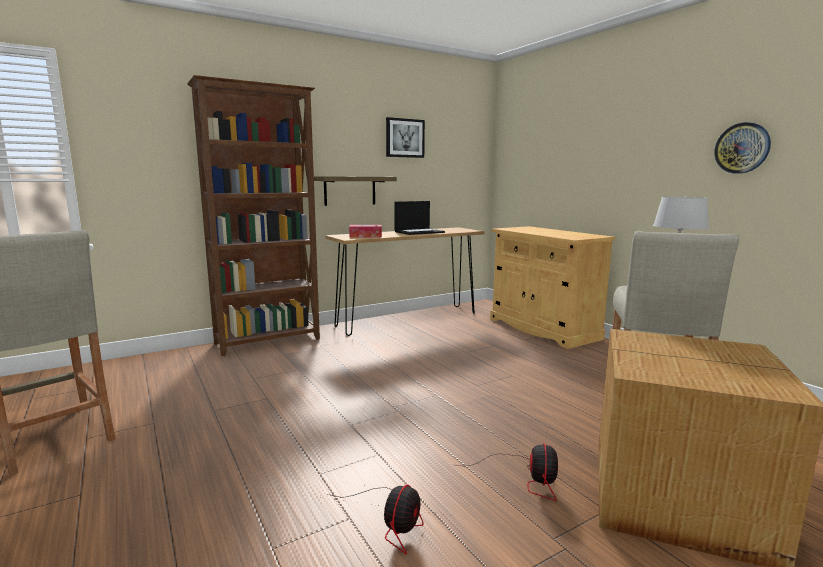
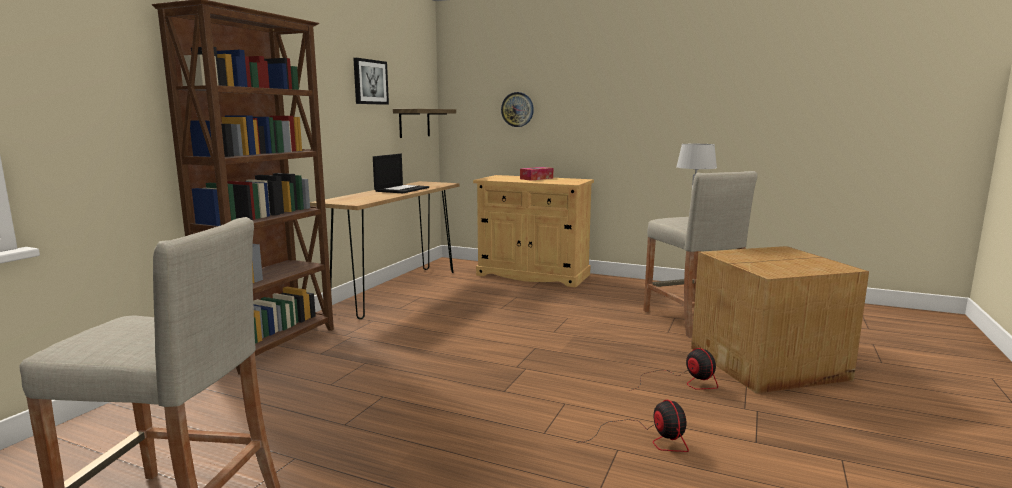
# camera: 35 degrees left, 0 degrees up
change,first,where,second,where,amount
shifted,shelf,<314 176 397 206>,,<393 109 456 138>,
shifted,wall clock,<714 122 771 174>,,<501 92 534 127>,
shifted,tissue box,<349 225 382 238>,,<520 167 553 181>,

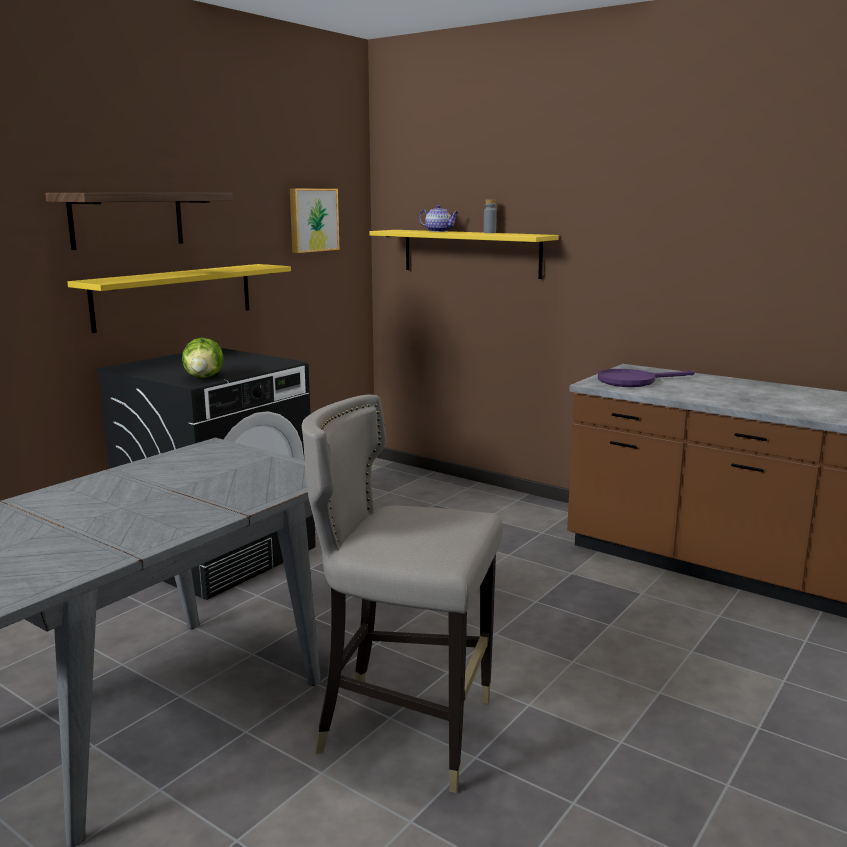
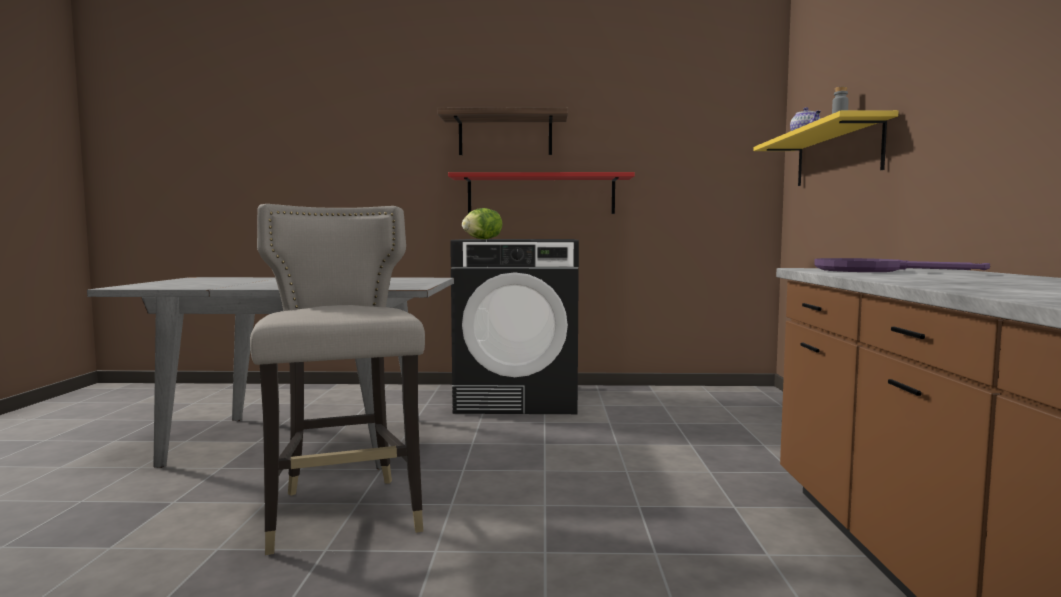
# camera: 55 degrees right, 10 degrees down
change,first,where,second,where,amount
repainted,yellow shelf,<68 264 291 333>,red shelf,<448 172 635 214>,
gone,picture,<290 189 339 253>,,,

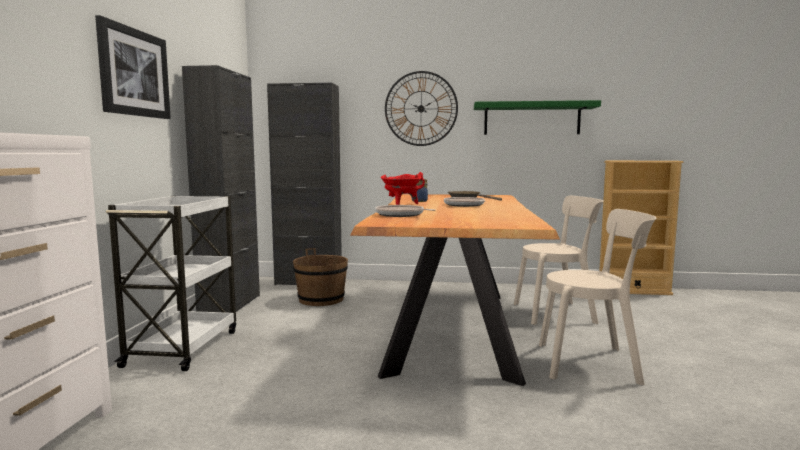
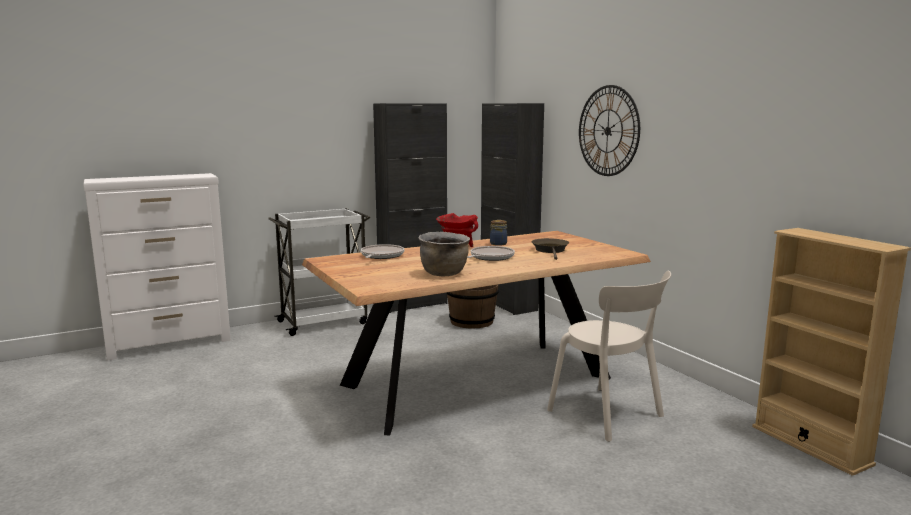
# camera: 55 degrees right, 5 degrees up
change,first,where,second,where,amount
new,,,brown cooking pot,<419 232 470 276>,
gone,picture,<95 15 171 119>,,,
gone,green shelf,<474 100 601 135>,,,
gone,beige chair,<539 209 657 385>,,,

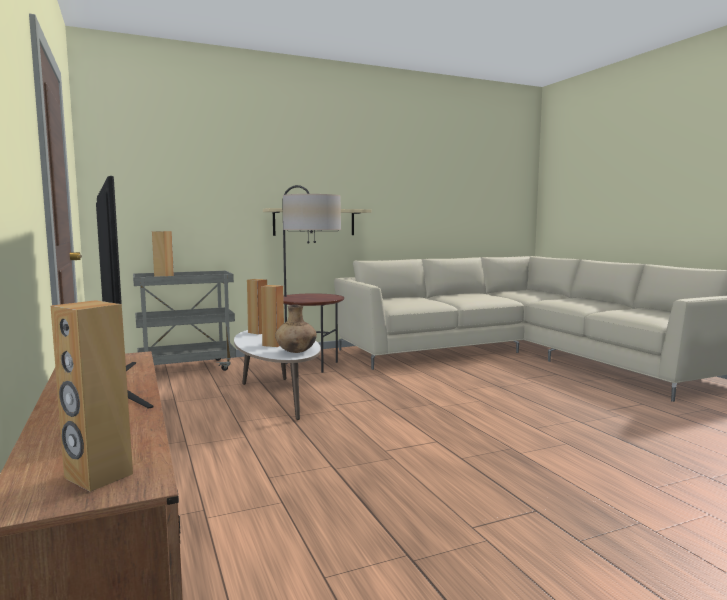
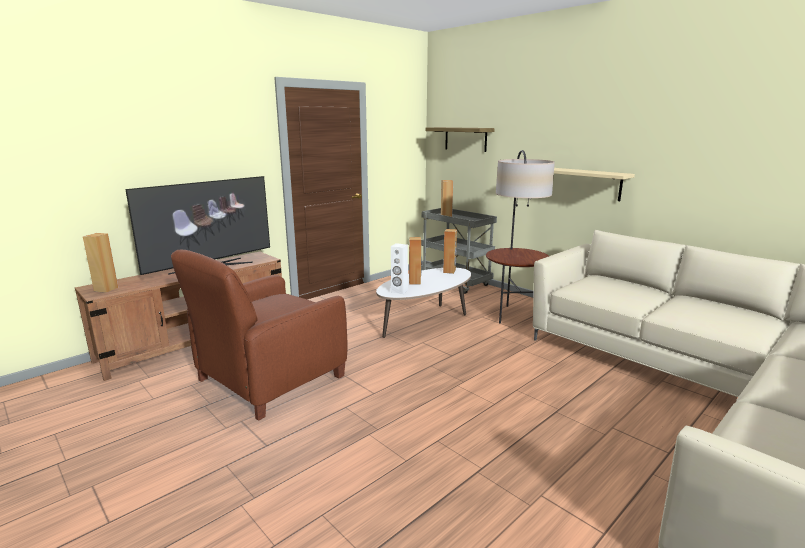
# camera: 70 degrees right, 10 degrees up
change,first,where,second,where,amount
new,,,brown armchair,<171 250 348 421>,
swapped,brown vase,<275 305 317 353>,white speaker,<391 243 408 294>,
new,,,shelf,<426 127 495 152>,

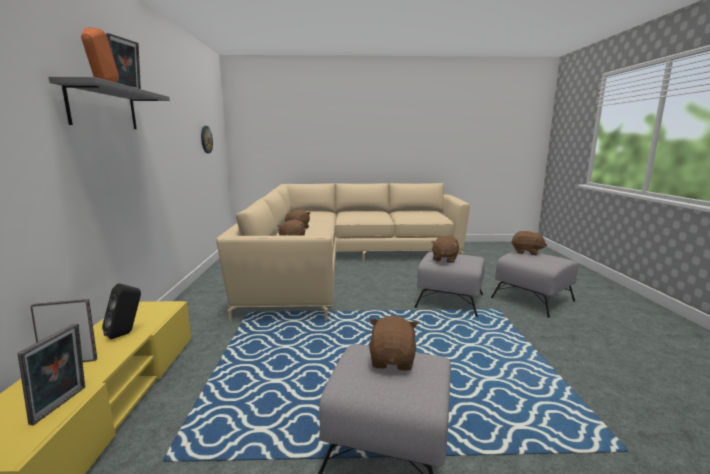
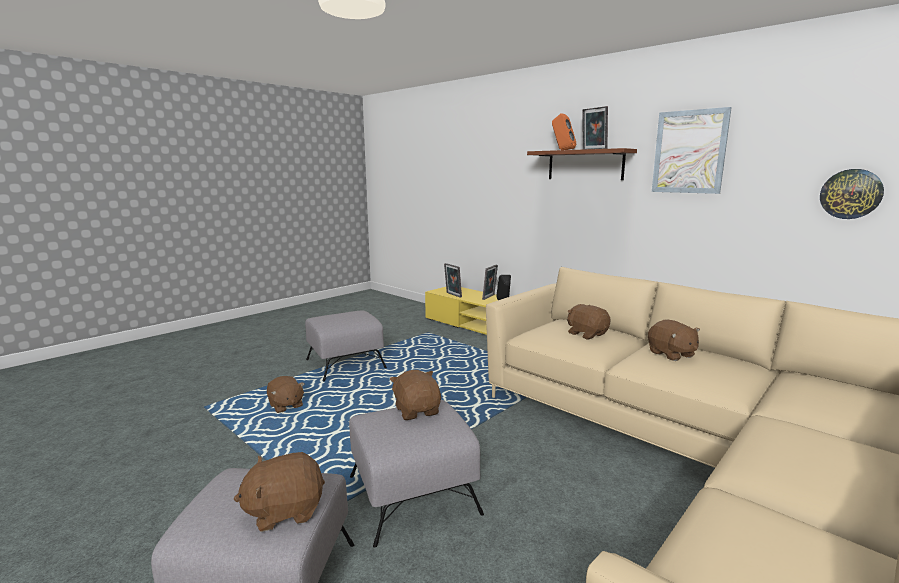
# camera: 135 degrees right, 0 degrees up
change,first,where,second,where,amount
shifted,brown plush toy,<369 316 418 371>,,<267 376 305 413>,
repainted,grey shelf,<49 77 170 129>,brown shelf,<527 148 637 180>,
new,,,picture,<652 107 732 194>,

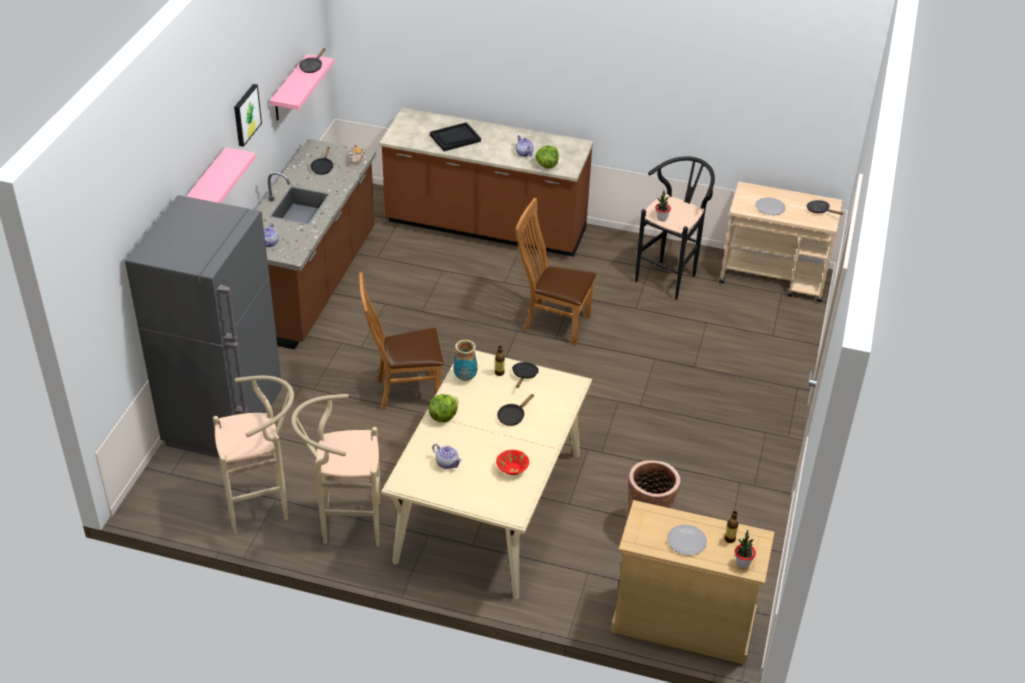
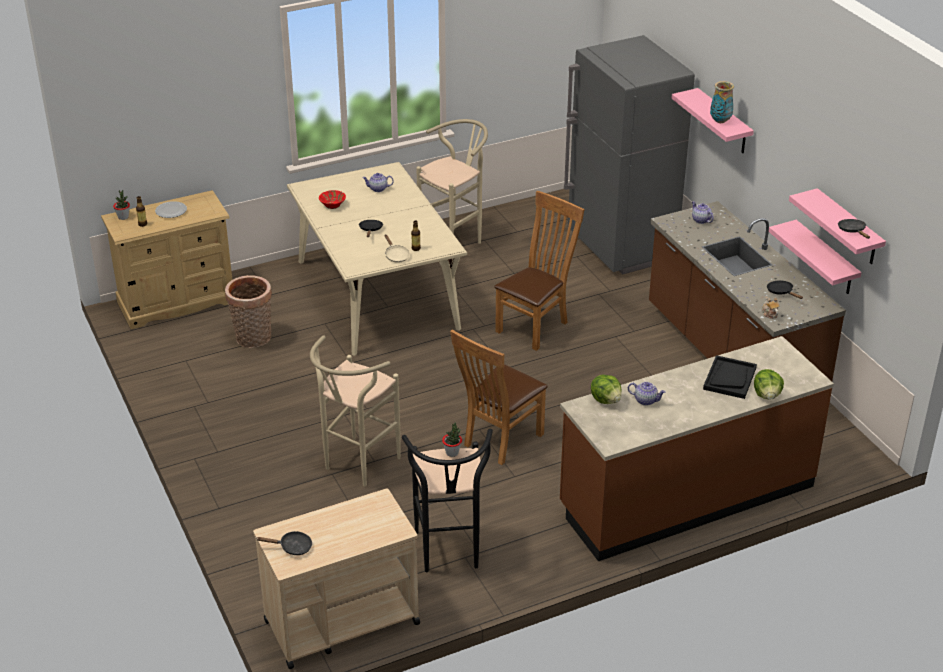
# camera: 140 degrees right, 5 degrees down
change,first,where,second,where,amount
shifted,beige stool,<213 376 294 534>,,<310 335 400 487>,
repainted,black frying pan,<512 362 539 388>,beige frying pan,<385 234 410 263>,
rotated,brown chair,<515 198 596 346>,,<450 330 548 465>,150 degrees clockwise
shifted,vase,<453 340 477 381>,,<710 81 734 123>,
shifted,lettuce,<428 394 458 422>,,<754 369 784 400>,
new,,,pink shelf,<768 220 861 294>,
gone,picture,<234 84 262 147>,,,
gone,plate,<755 197 786 215>,,,

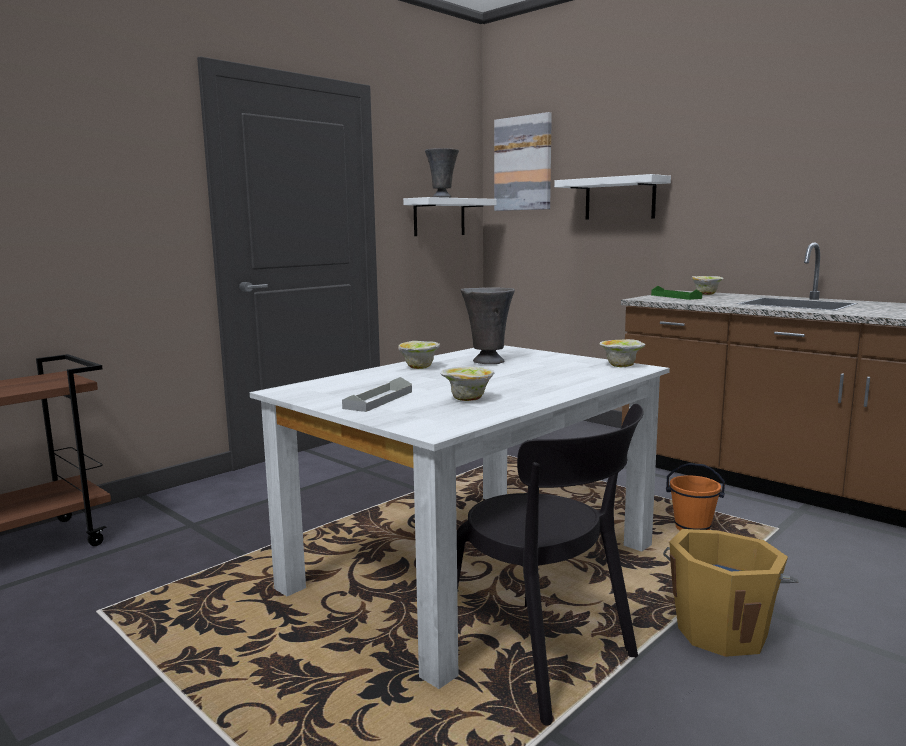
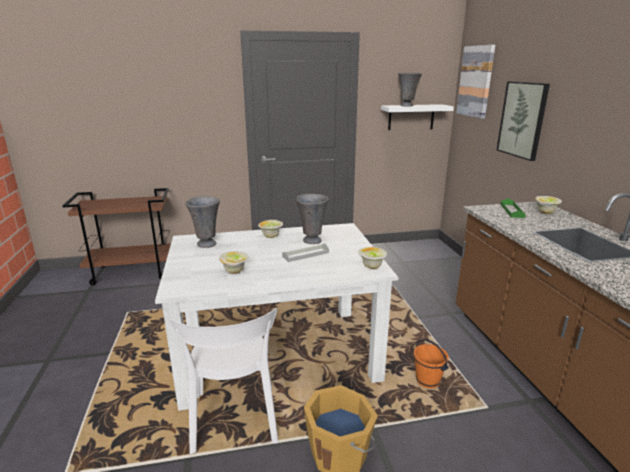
# camera: 35 degrees right, 10 degrees up
change,first,where,second,where,amount
repainted,black chair,<457 404 644 726>,white chair,<167 308 278 454>,
new,,,grey vase,<185 196 220 248>,
shifted,grey tray,<342 377 412 412>,,<282 243 329 262>,
swapped,white shelf,<554 174 671 220>,picture,<497 81 550 161>,

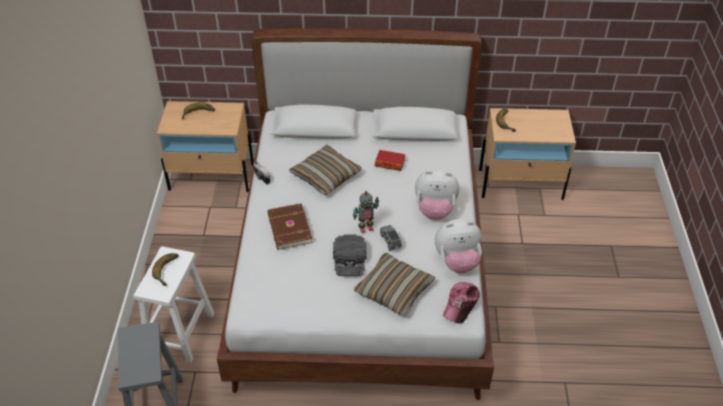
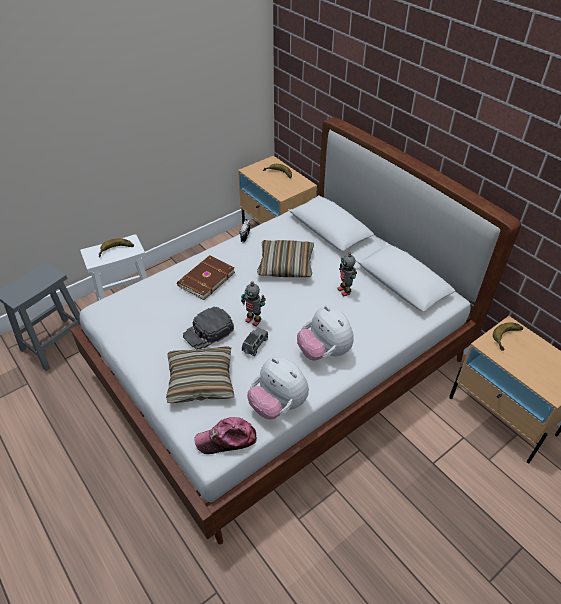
# camera: 50 degrees right, 0 degrees up
change,first,where,second,where,amount
swapped,book,<375 150 405 171>,toy robot,<337 252 357 297>,

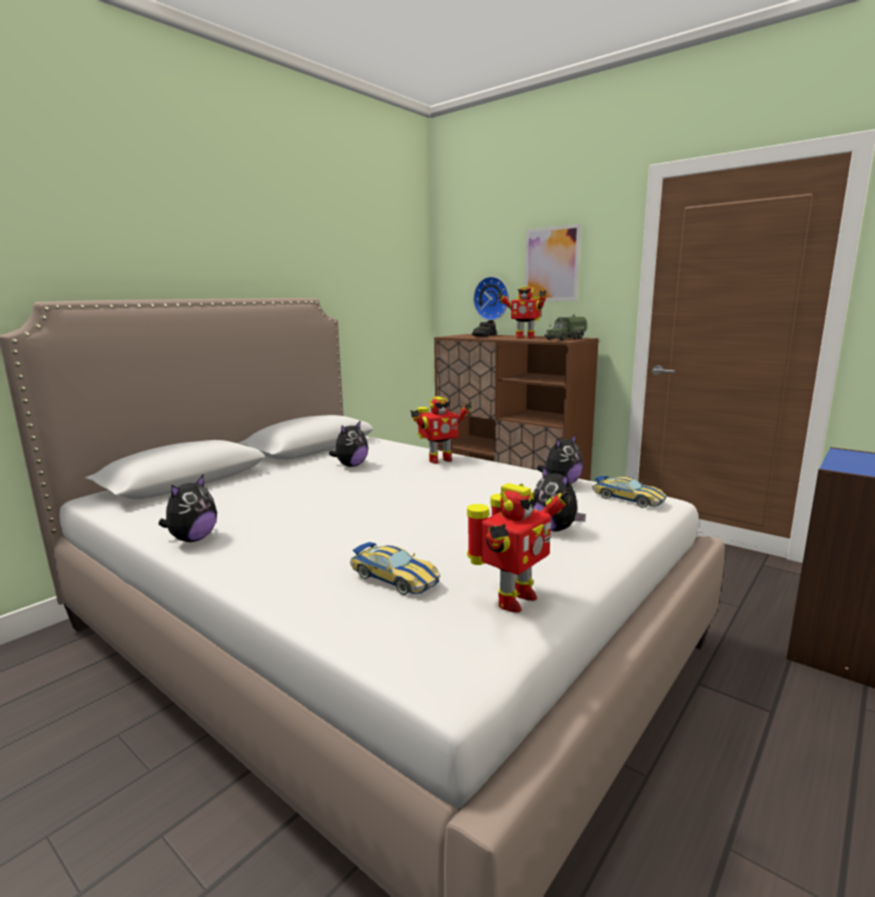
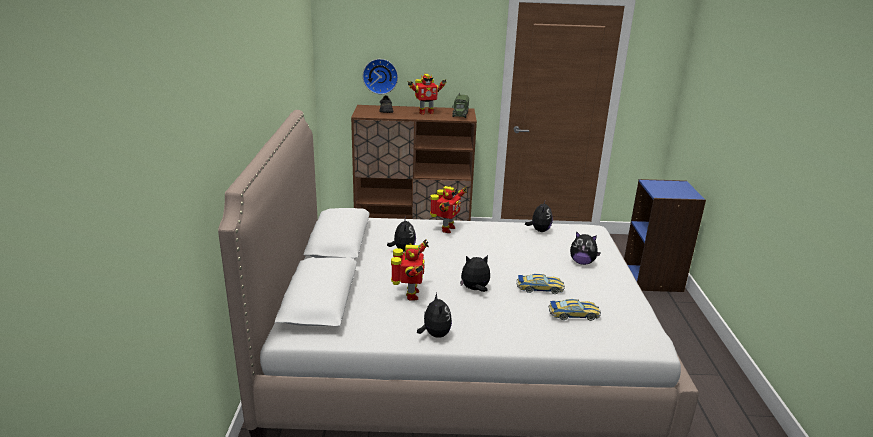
# camera: 40 degrees left, 10 degrees up
change,first,where,second,where,amount
shifted,toy robot,<467 483 570 613>,,<391 239 429 301>,
new,,,plush toy,<460 255 490 292>,
shifted,toy car,<592 476 666 508>,,<517 274 565 294>,
gone,picture,<525 224 581 301>,,,

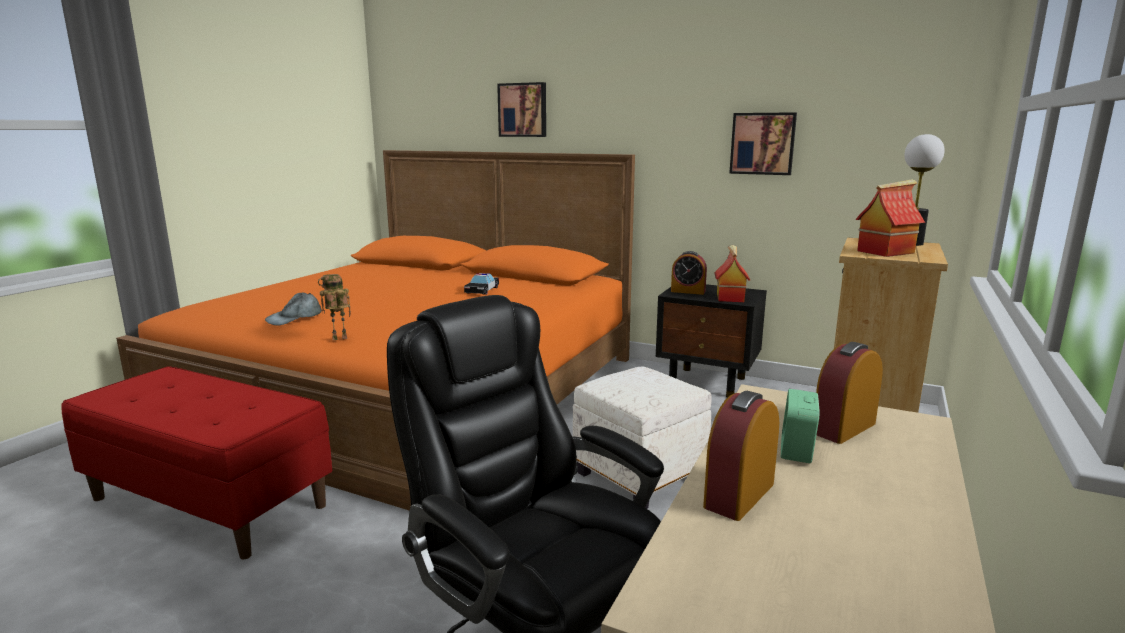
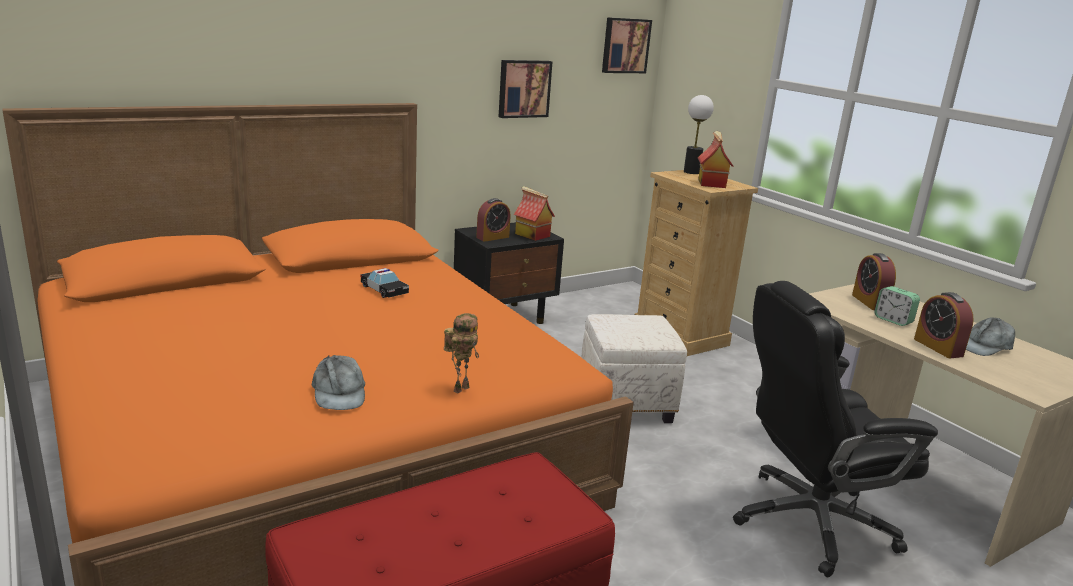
# camera: 60 degrees left, 5 degrees up
change,first,where,second,where,amount
rotated,toy robot,<318 274 351 340>,,<444 313 479 393>,150 degrees counterclockwise
shifted,picture,<497 82 546 137>,,<602 17 652 73>,
new,,,grey cap,<966 318 1015 356>,

